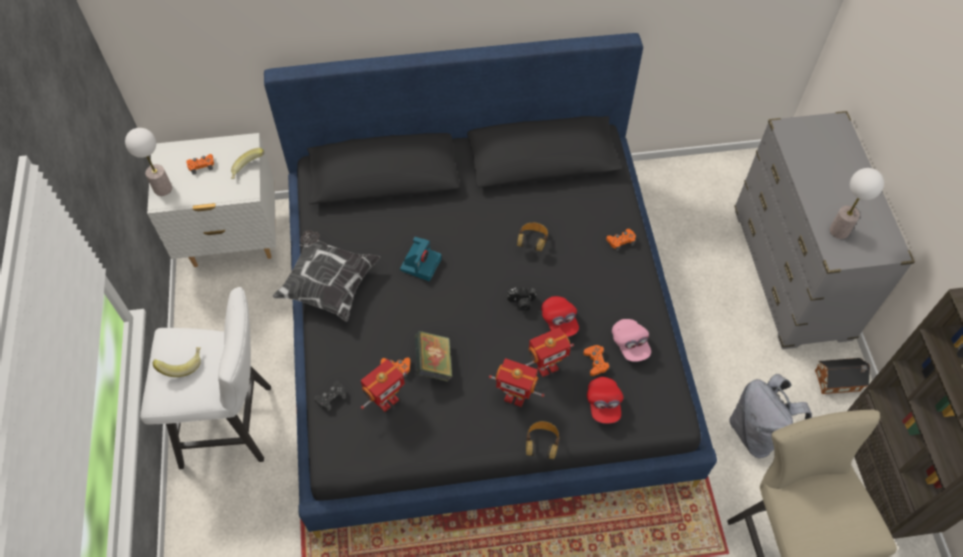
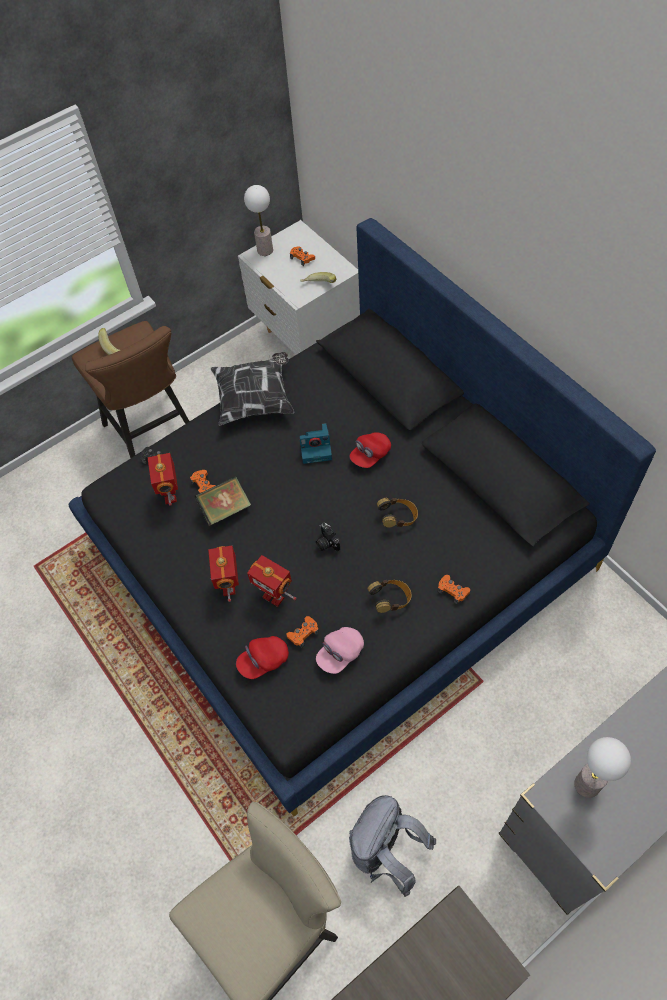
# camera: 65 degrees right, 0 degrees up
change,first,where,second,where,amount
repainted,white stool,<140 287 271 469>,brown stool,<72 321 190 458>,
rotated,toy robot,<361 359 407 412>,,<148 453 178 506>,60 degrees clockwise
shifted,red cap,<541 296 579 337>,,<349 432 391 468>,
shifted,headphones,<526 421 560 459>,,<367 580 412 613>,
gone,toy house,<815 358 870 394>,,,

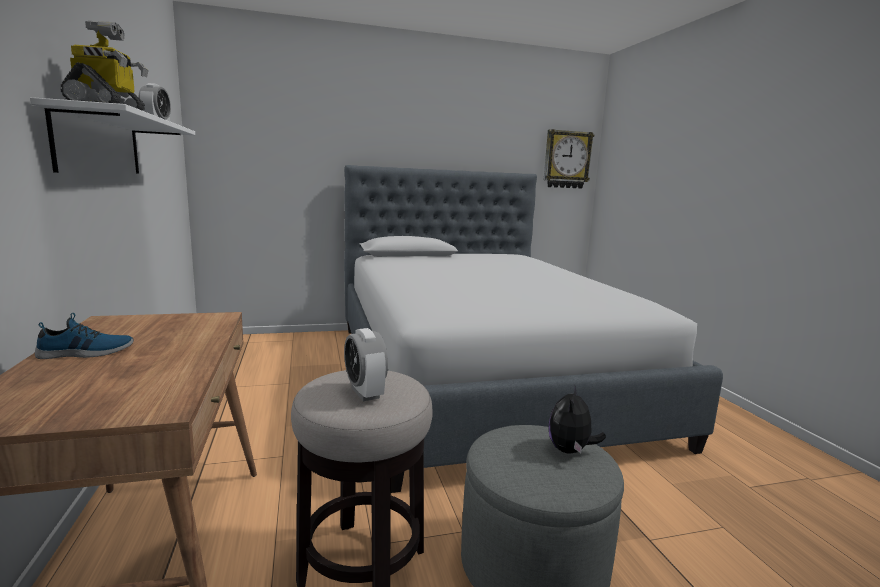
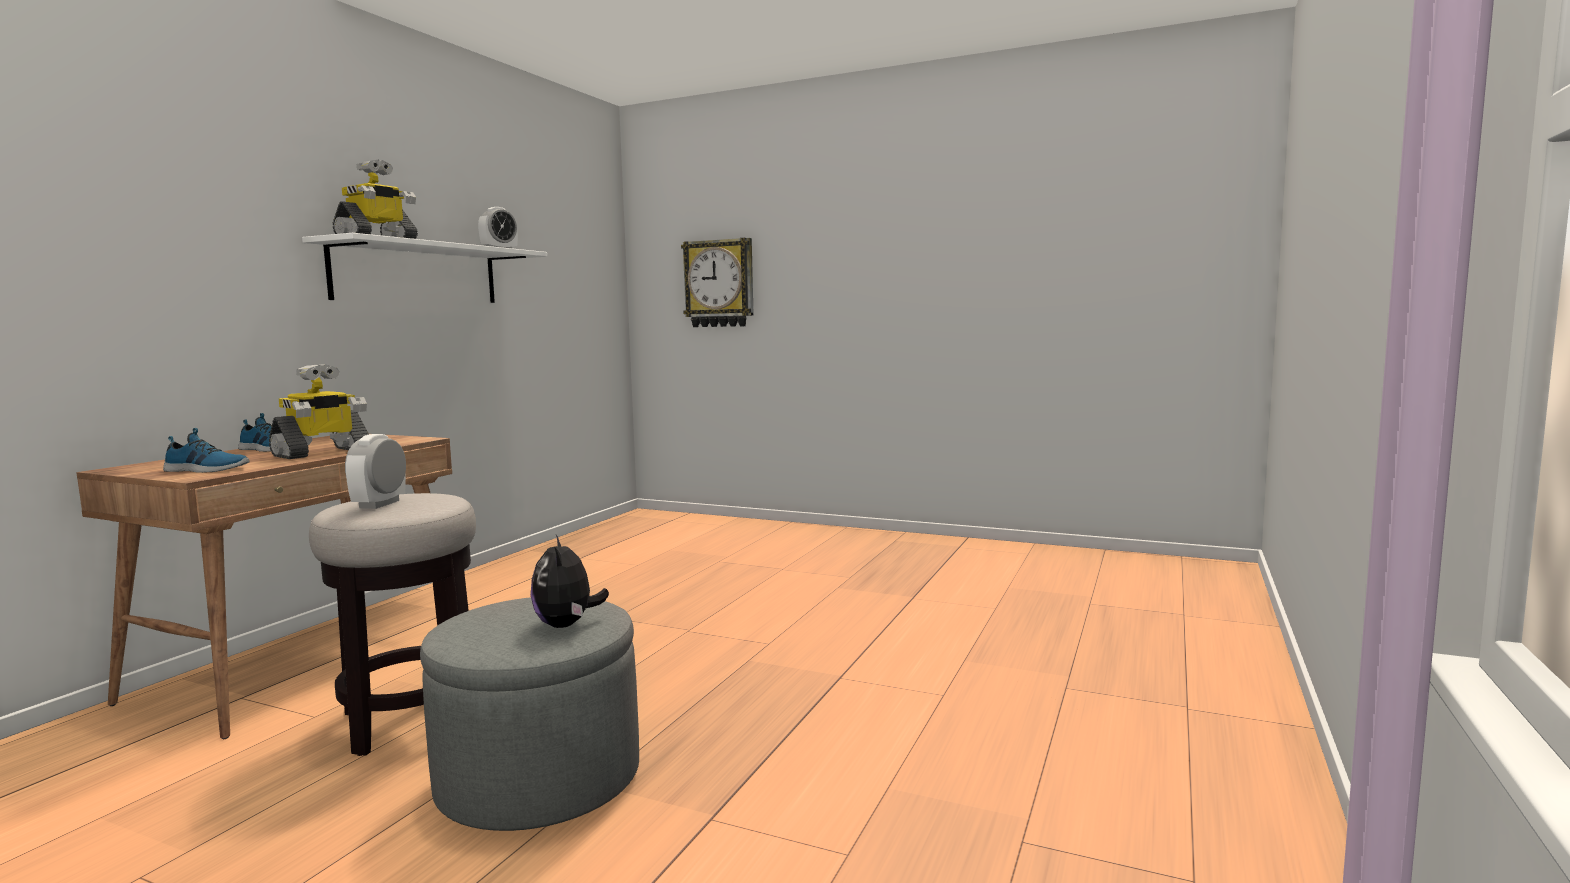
# camera: 40 degrees right, 5 degrees down
change,first,where,second,where,amount
new,,,shoe,<163 428 250 473>,
new,,,toy robot,<269 364 369 459>,
rotated,plush toy,<549 384 606 454>,,<531 535 609 628>,75 degrees counterclockwise
shifted,wall clock,<544 129 594 189>,,<681 238 754 327>,
gone,bed,<344 165 723 493>,,,

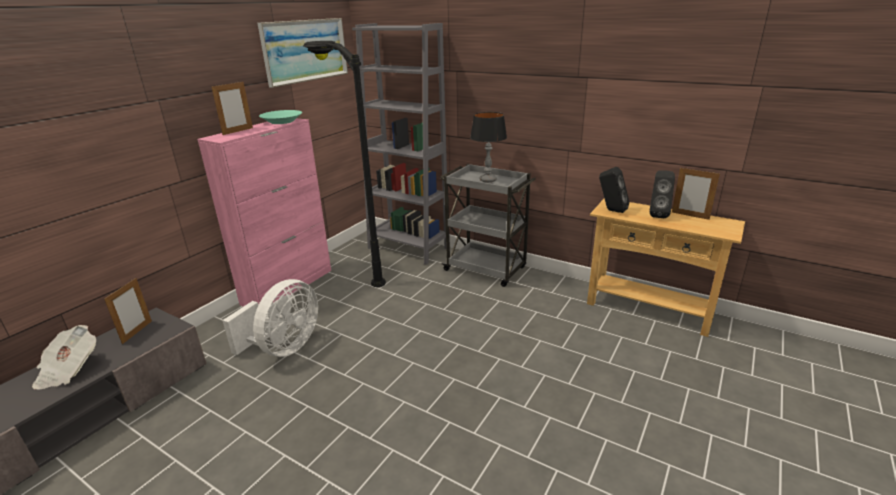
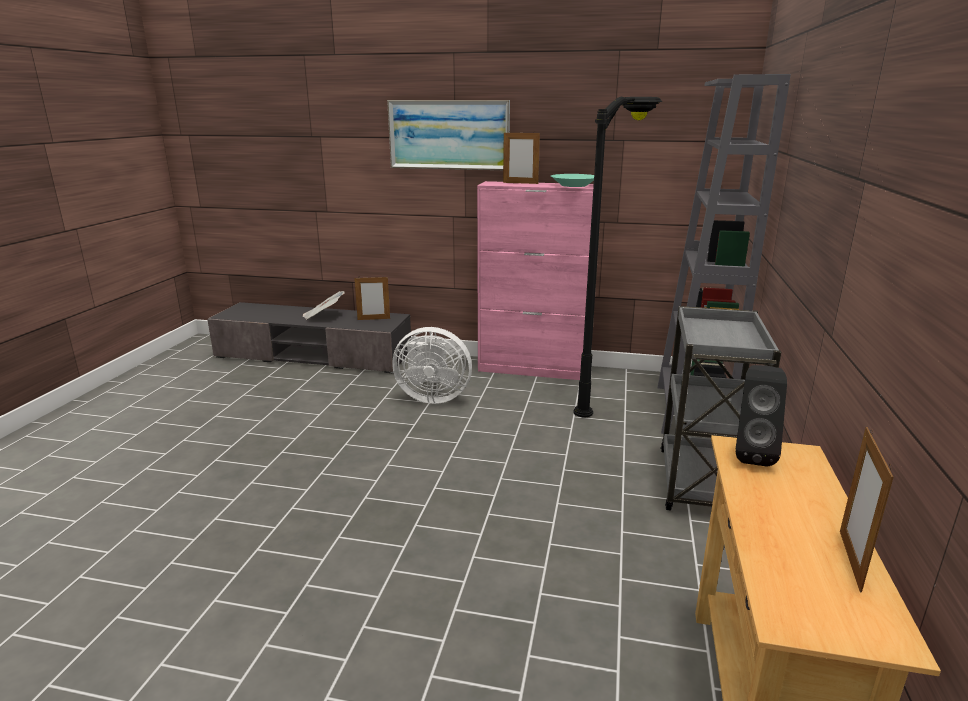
# camera: 70 degrees right, 5 degrees down
change,first,where,second,where,amount
shifted,picture,<257 18 348 88>,,<387 100 510 170>,
gone,table lamp,<470 112 507 182>,,,
gone,black speaker,<649 170 675 218>,,,

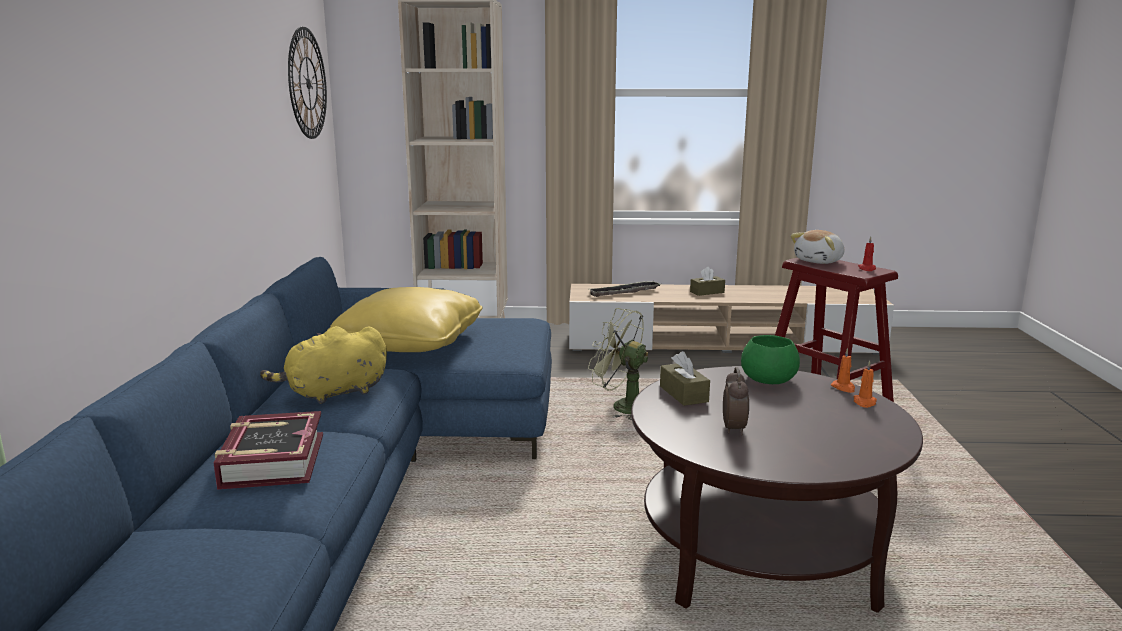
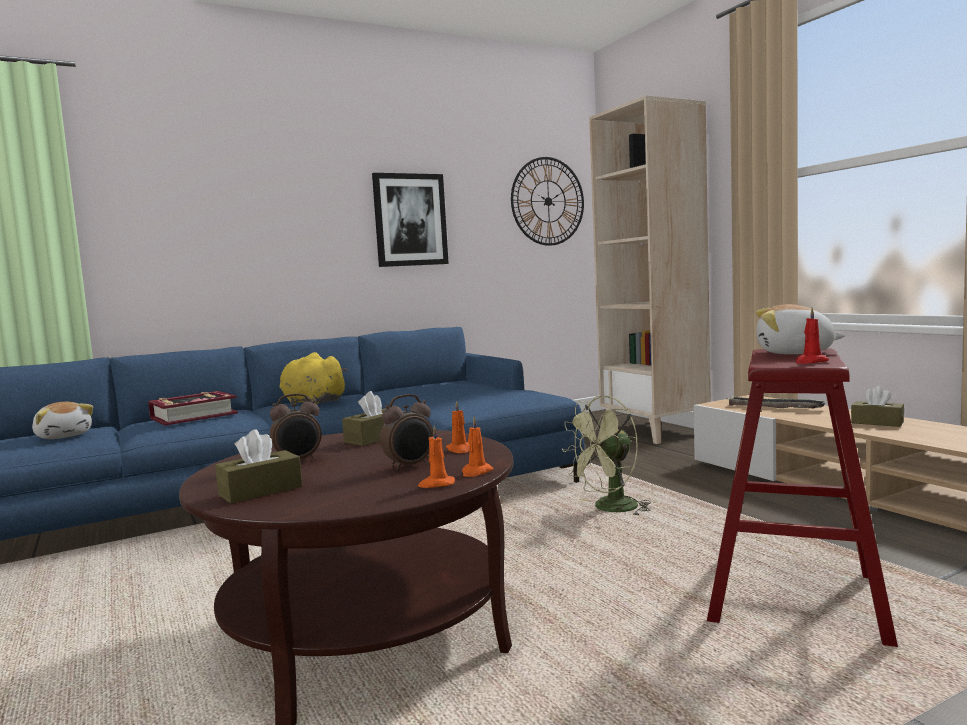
# camera: 60 degrees right, 10 degrees down
change,first,where,second,where,amount
new,,,plush toy,<32 402 93 439>,
new,,,brown tissue box,<215 429 302 504>,
new,,,picture,<372 173 449 267>,
new,,,alarm clock,<380 394 433 470>,
swapped,green bowl,<741 335 800 384>,orange candle,<446 400 469 453>,
rotated,green fan,<588 308 648 420>,,<562 396 651 515>,120 degrees counterclockwise
gone,yellow pillow,<328 287 483 352>,,,

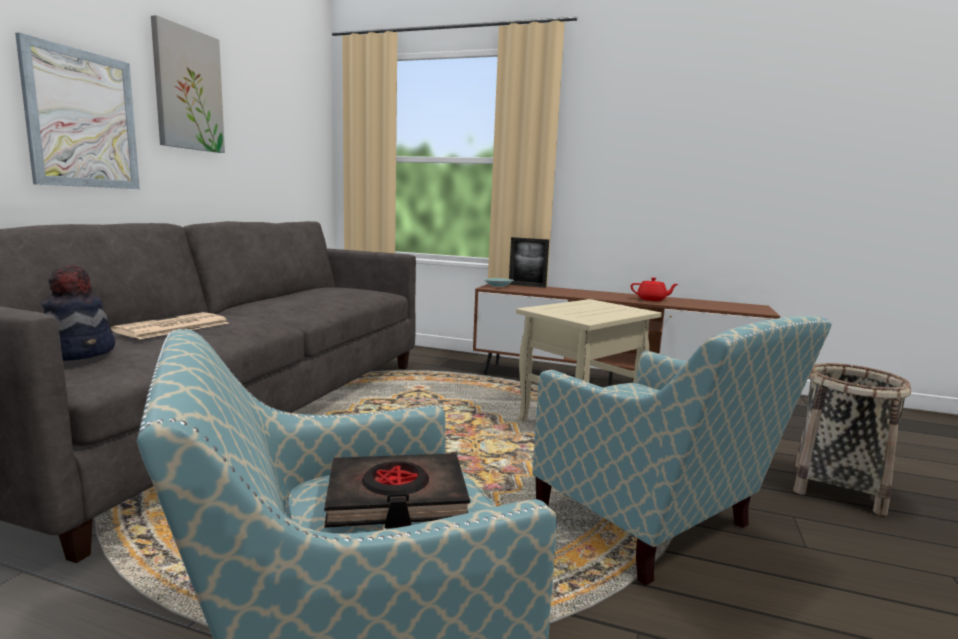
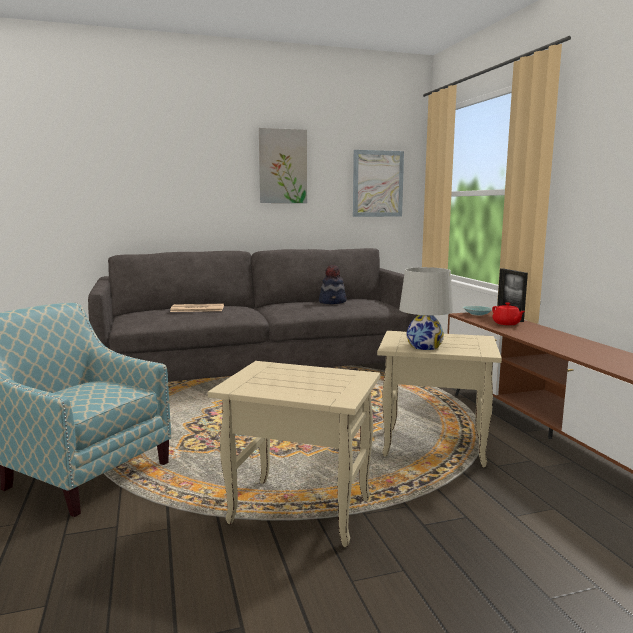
# camera: 55 degrees right, 0 degrees up
change,first,where,second,where,amount
swapped,armchair,<532 316 832 586>,beige side table,<208 361 380 547>,
shifted,hat,<42 265 115 361>,,<319 265 347 304>,
shifted,picture,<15 32 140 189>,,<353 150 404 217>,
new,,,white table lamp,<399 267 453 350>,
shifted,red teapot,<631 277 678 301>,,<492 302 525 325>,
gone,black book,<324 453 470 528>,,,
gone,basket,<793 363 911 516>,,,

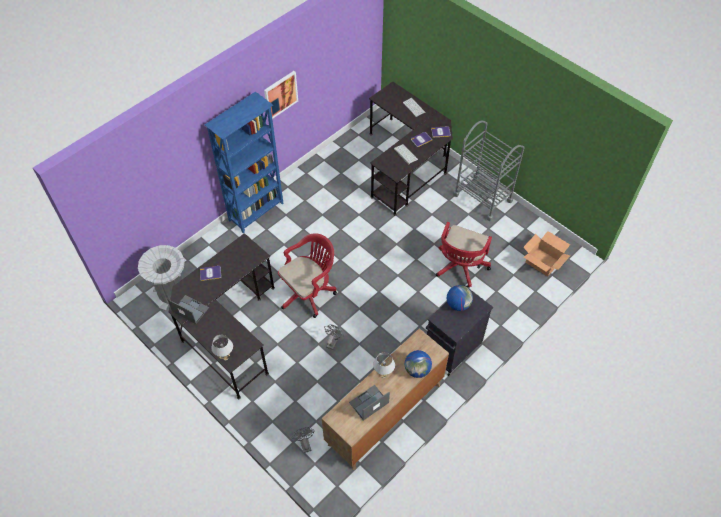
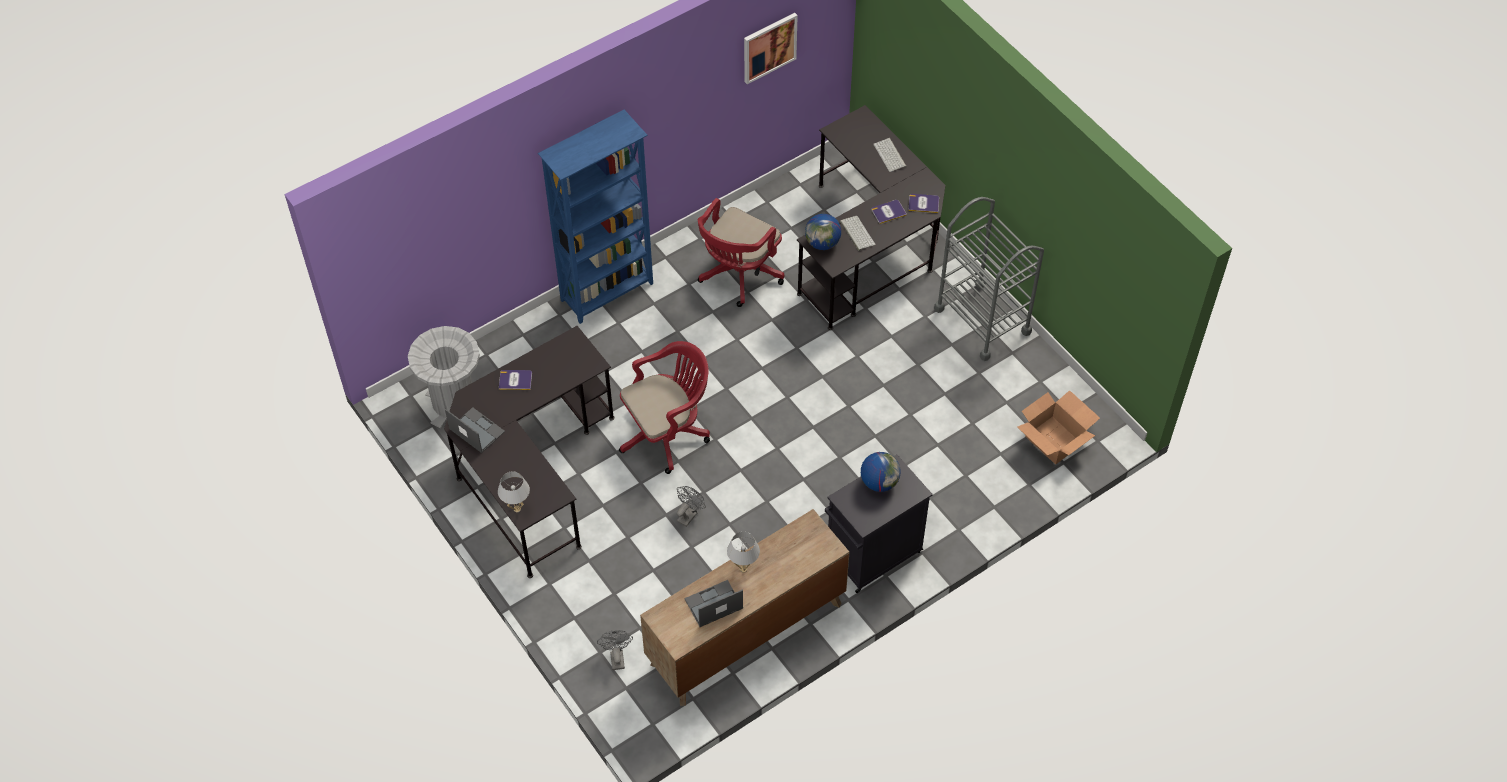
# camera: 10 degrees right, 0 degrees up
change,first,where,second,where,amount
shifted,red office chair,<436 222 492 288>,,<698 198 784 307>,
shifted,picture,<264 71 298 119>,,<744 13 798 84>,
shifted,globe,<405 350 432 378>,,<805 214 841 250>,

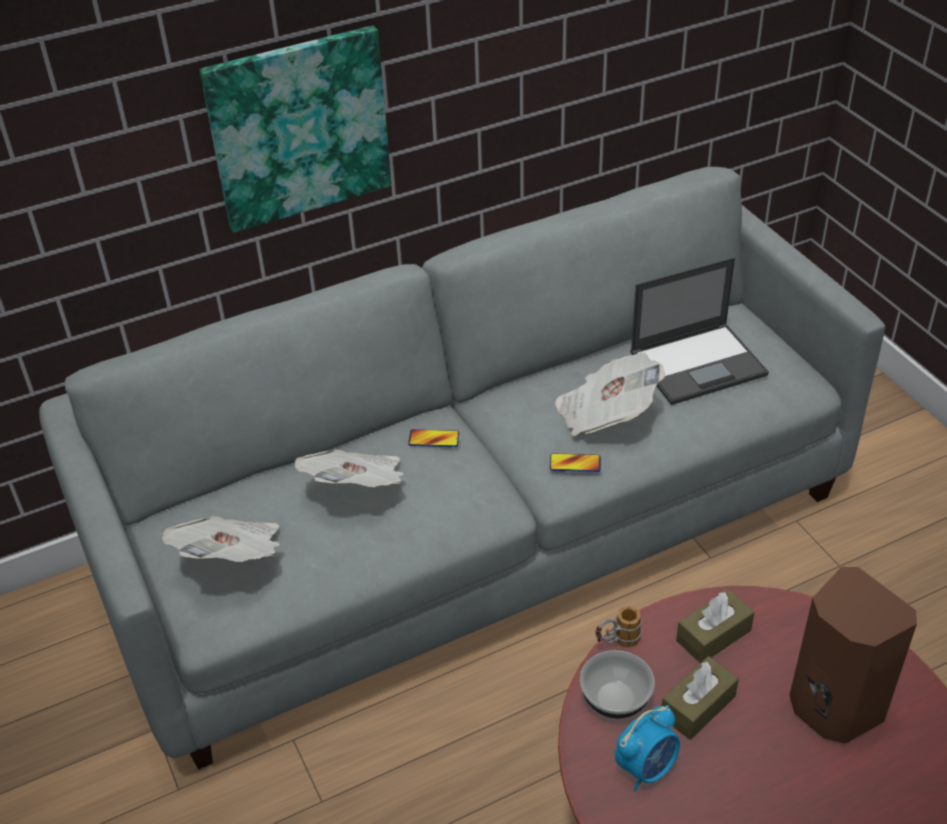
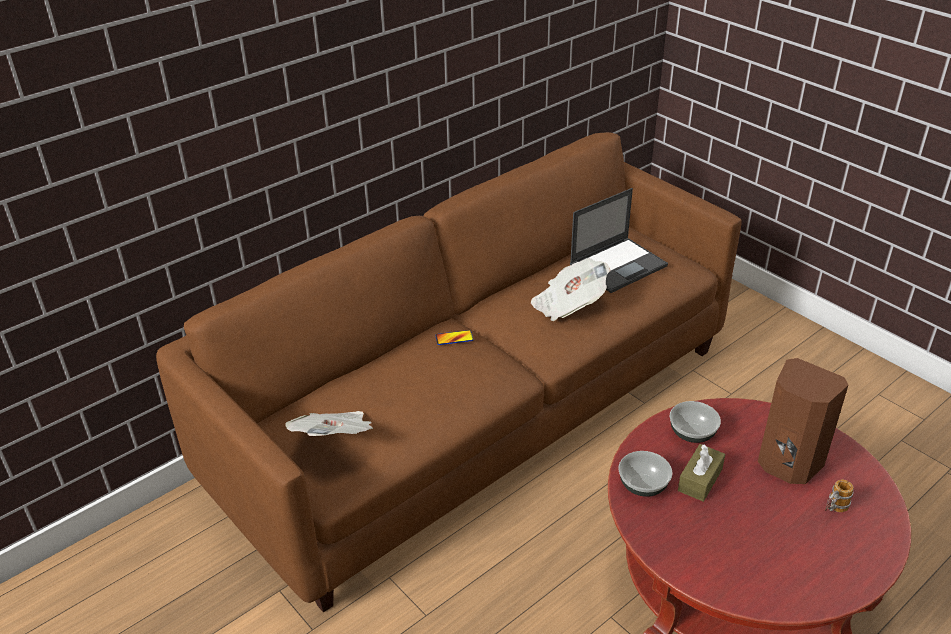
# camera: 15 degrees left, 5 degrees down
change,first,where,second,where,amount
repainted,grey sofa,<39 167 885 770>,brown sofa,<156 132 742 613>,
swapped,brown tissue box,<676 589 755 663>,bowl,<670 401 721 443>,
shifted,mug,<596 606 642 648>,,<825 480 854 512>,
gone,picture,<199 26 391 233>,,,
gone,newspaper,<295 449 404 487>,,,
gone,phone,<550 453 601 472>,,,
gone,alarm clock,<615 705 680 791>,,,

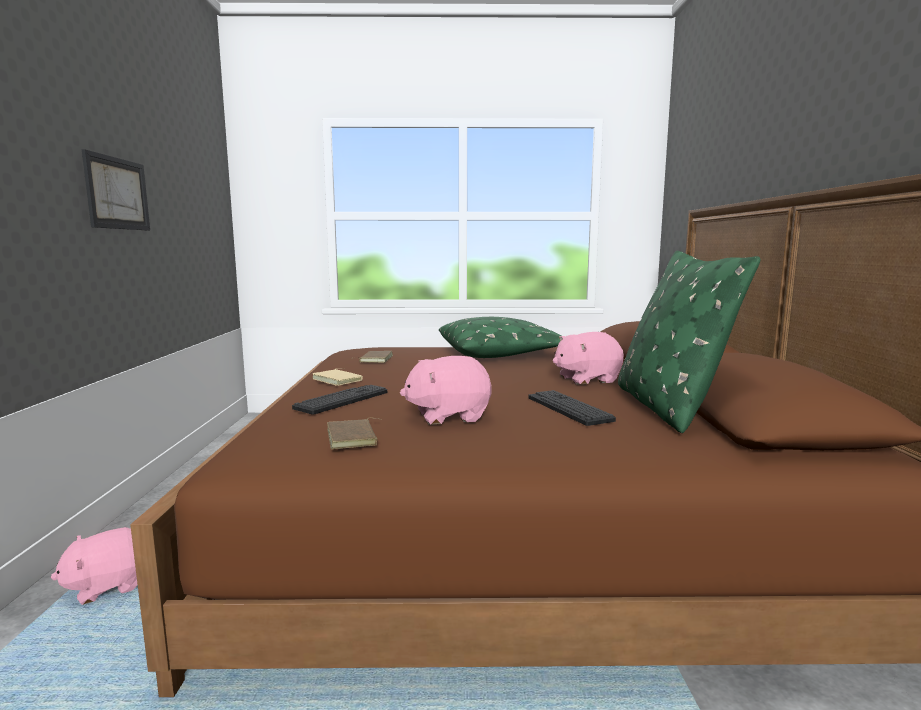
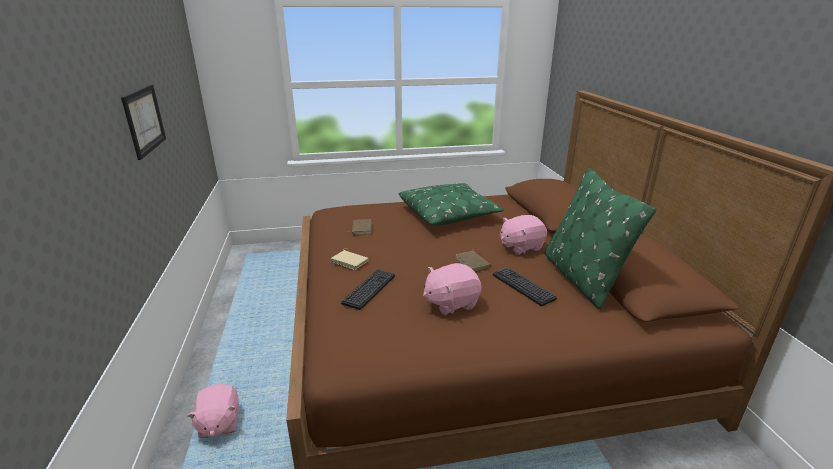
# camera: 10 degrees left, 15 degrees up
change,first,where,second,where,amount
rotated,pink plush toy,<51 527 138 605>,,<187 384 239 438>,60 degrees counterclockwise
shifted,brown book,<327 418 381 450>,,<456 249 491 271>,

